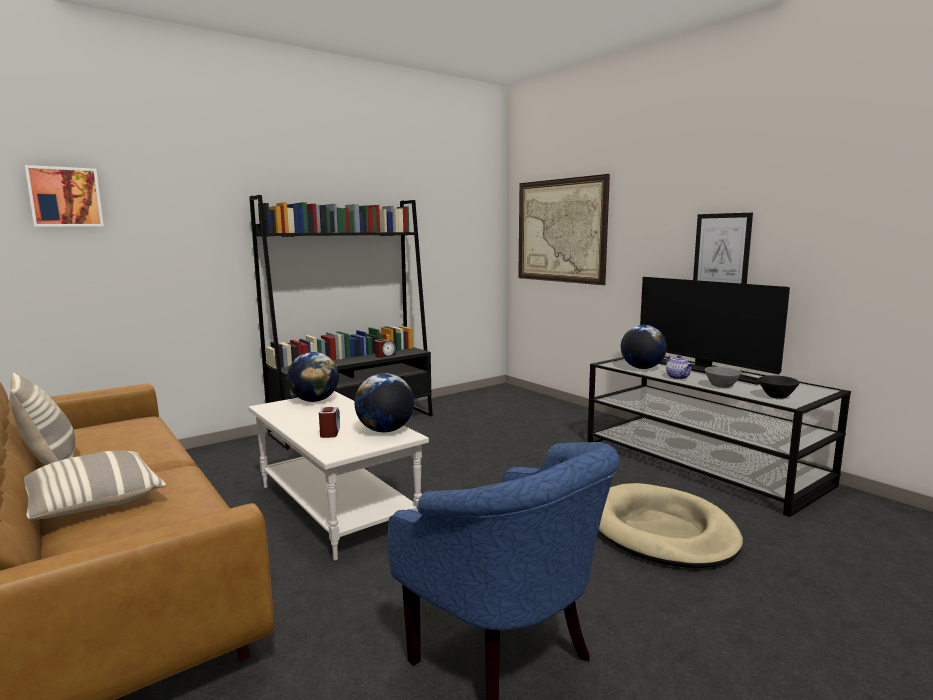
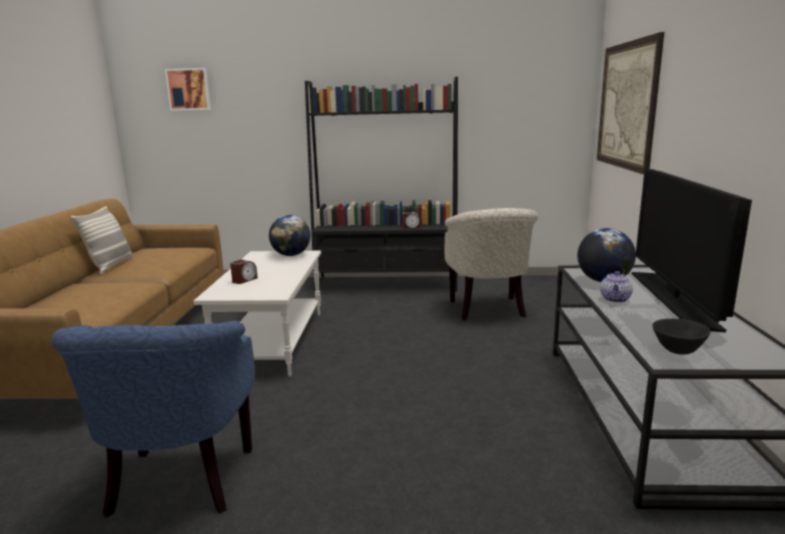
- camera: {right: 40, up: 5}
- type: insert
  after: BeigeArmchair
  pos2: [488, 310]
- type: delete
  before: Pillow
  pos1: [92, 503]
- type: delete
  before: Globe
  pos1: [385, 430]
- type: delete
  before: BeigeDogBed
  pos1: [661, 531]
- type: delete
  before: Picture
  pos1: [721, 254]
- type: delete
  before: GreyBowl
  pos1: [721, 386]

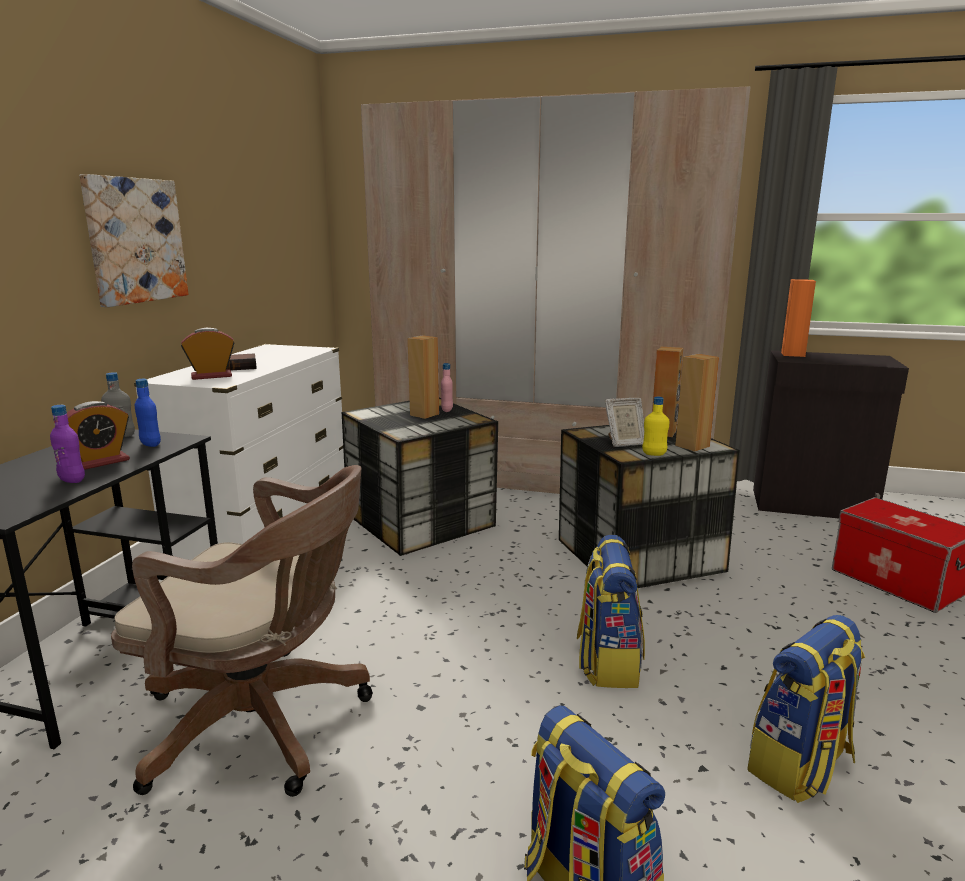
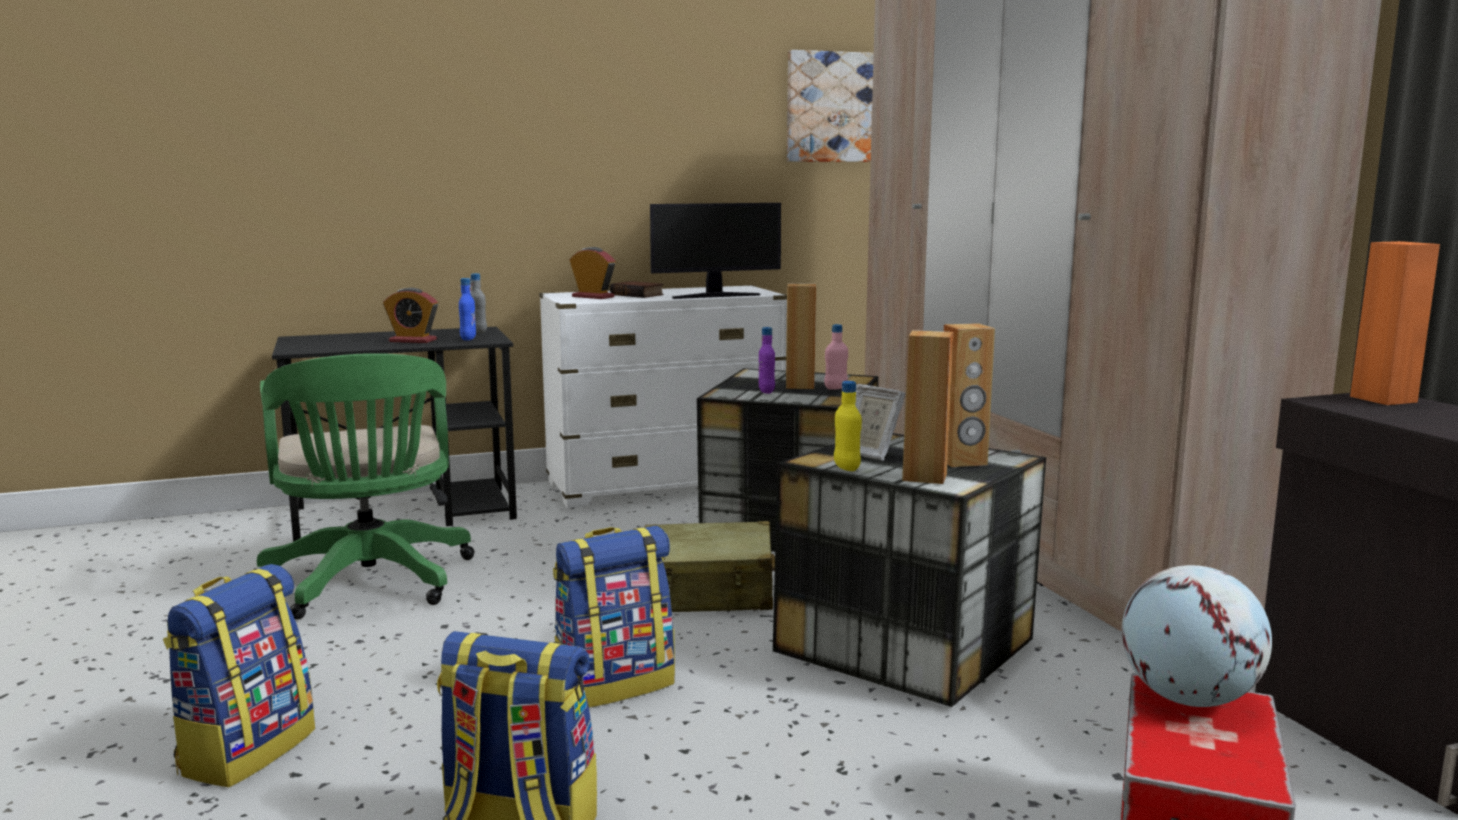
- camera: {right: 55, up: -5}
- type: recolor
  before: BrownOfficeChair
  after: GreenOfficeChair
  pos1: [265, 724]
  pos2: [370, 584]
- type: insert
  after: BeigeSuitcase
  pos2: [707, 592]
- type: insert
  after: Monitor
  pos2: [715, 296]
- type: move
  before: PurpleBottle
  pos1: [72, 480]
  pos2: [766, 391]
- type: move
  before: Picture
  pos1: [135, 240]
  pos2: [835, 107]
- type: insert
  after: Globe
  pos2: [1189, 699]

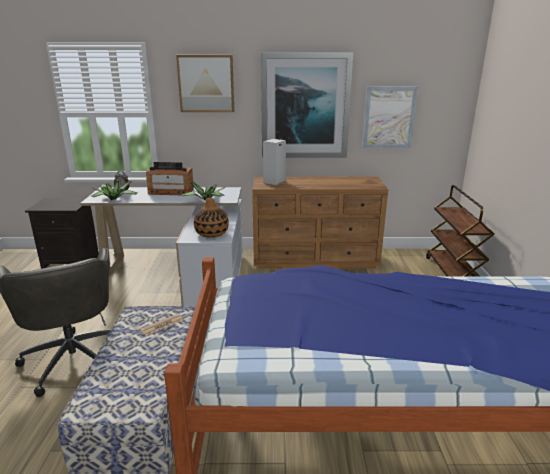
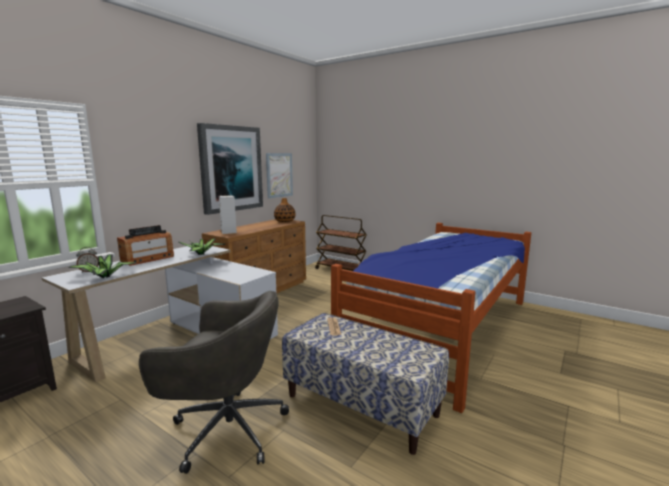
- camera: {right: -55, up: -10}
- type: move
  before: Vase
  pos1: [211, 233]
  pos2: [285, 221]
- type: delete
  before: Picture
  pos1: [206, 84]

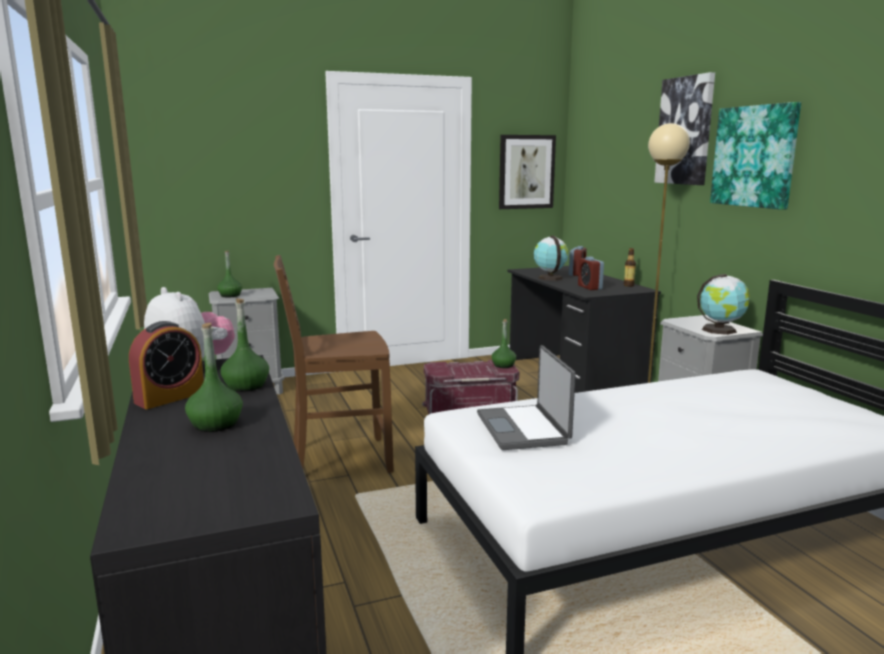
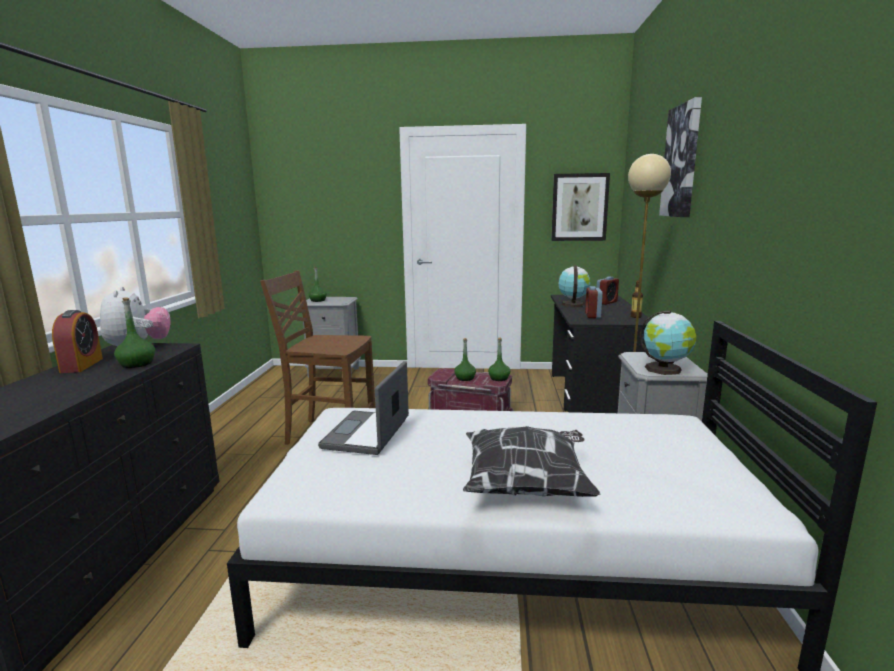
- camera: {right: 25, up: 0}
- type: rotate
  before: AlarmClock
  pos1: [170, 397]
  pos2: [82, 365]
  turn: -75
- type: move
  before: GreenBottle
  pos1: [216, 424]
  pos2: [465, 378]
- type: insert
  after: Pillow
  pos2: [527, 485]
- type: delete
  before: Picture
  pos1: [754, 156]

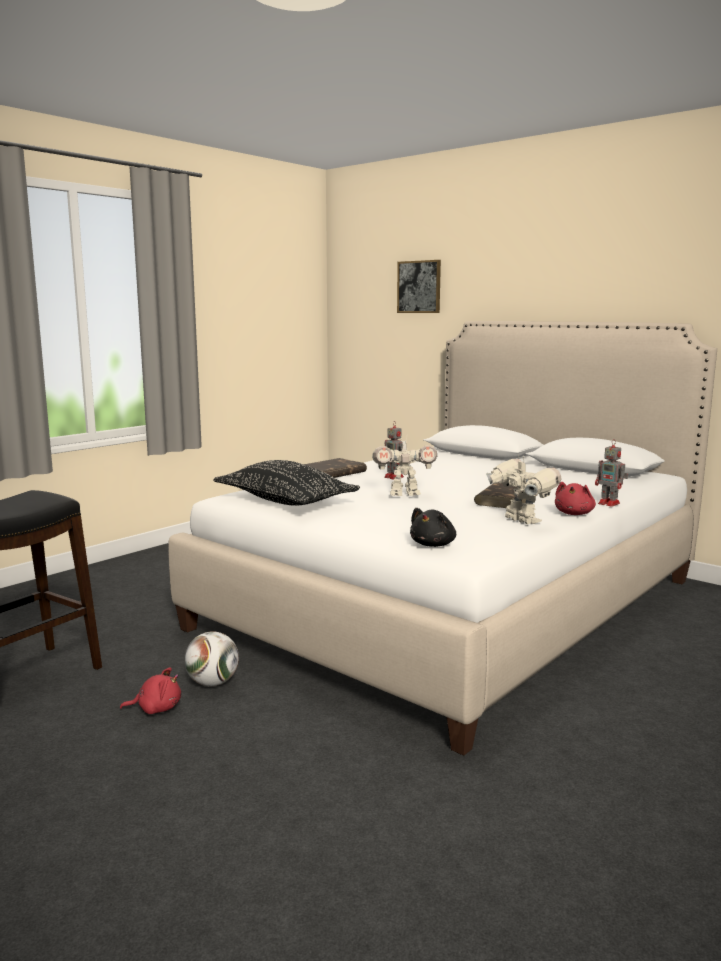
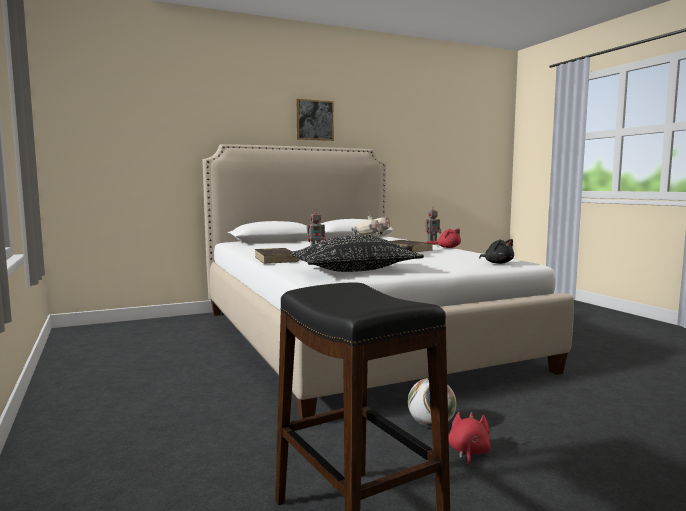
- camera: {right: -65, up: -5}
- type: move
  before: Picture
  pos1: [419, 287]
  pos2: [315, 120]
- type: delete
  before: ToyRobot
  pos1: [520, 521]

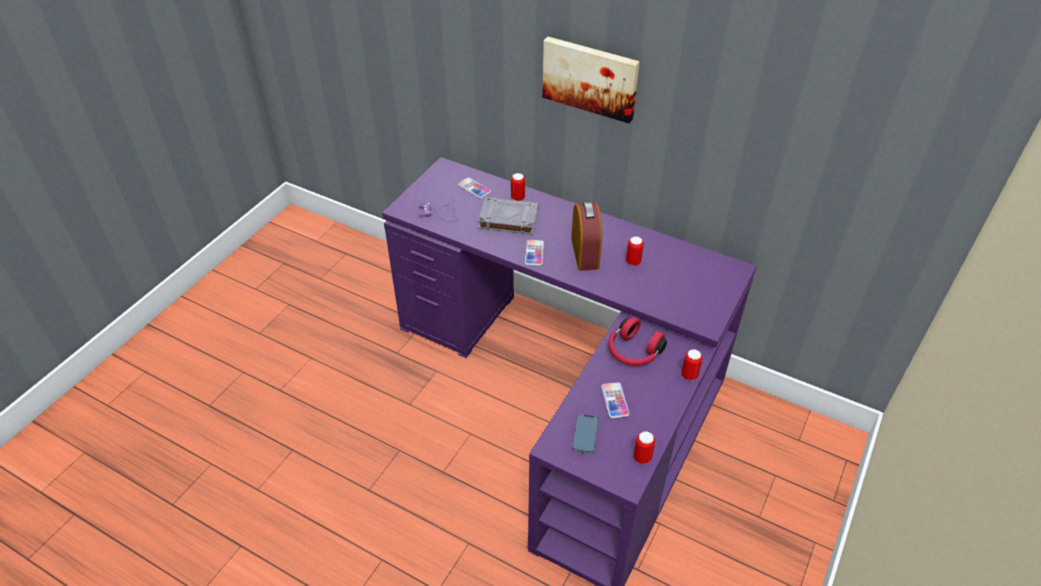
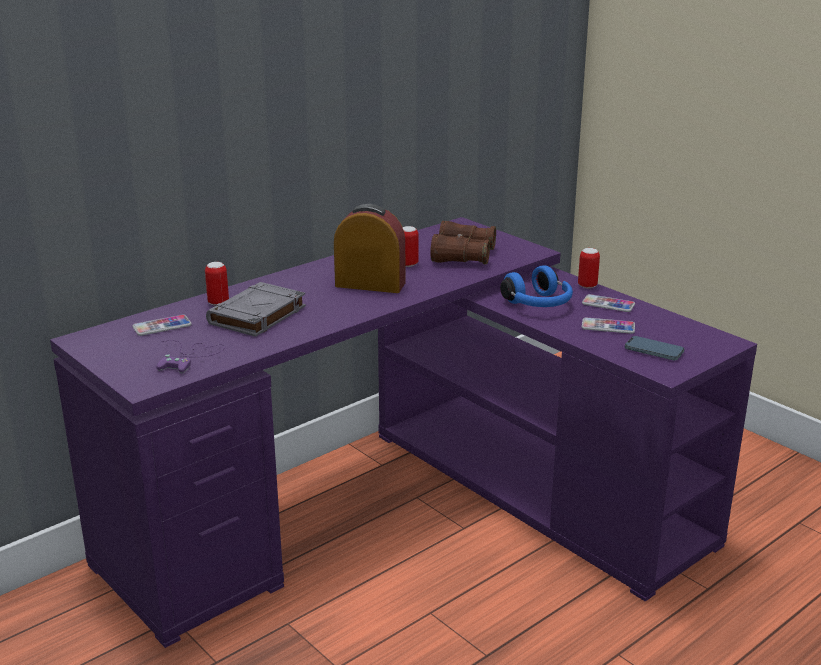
- camera: {right: -70, up: -20}
- type: insert
  after: BrownBinoculars
  pos2: [463, 256]
- type: recolor
  before: RedHeadphones
  after: BlueHeadphones
  pos1: [633, 352]
  pos2: [539, 304]
- type: move
  before: Phone
  pos1: [534, 253]
  pos2: [608, 304]
- type: delete
  before: Picture
  pos1: [590, 78]
- type: delete
  before: Can
  pos1: [642, 457]

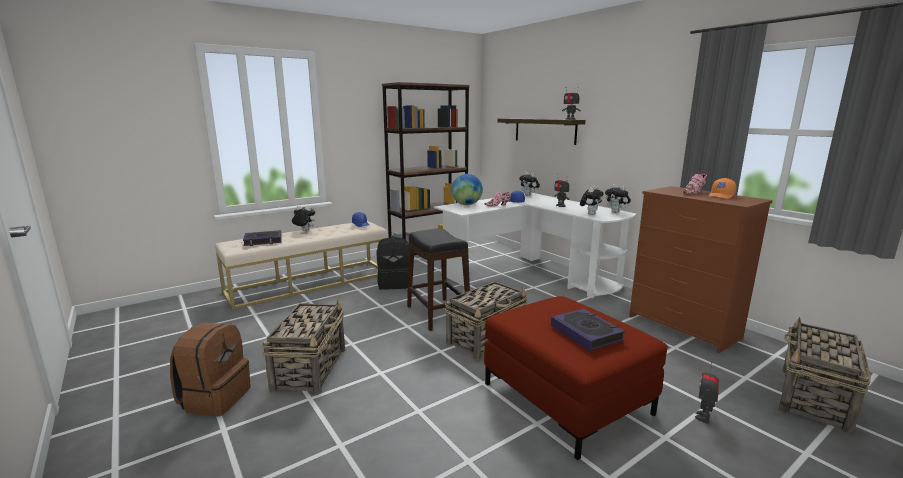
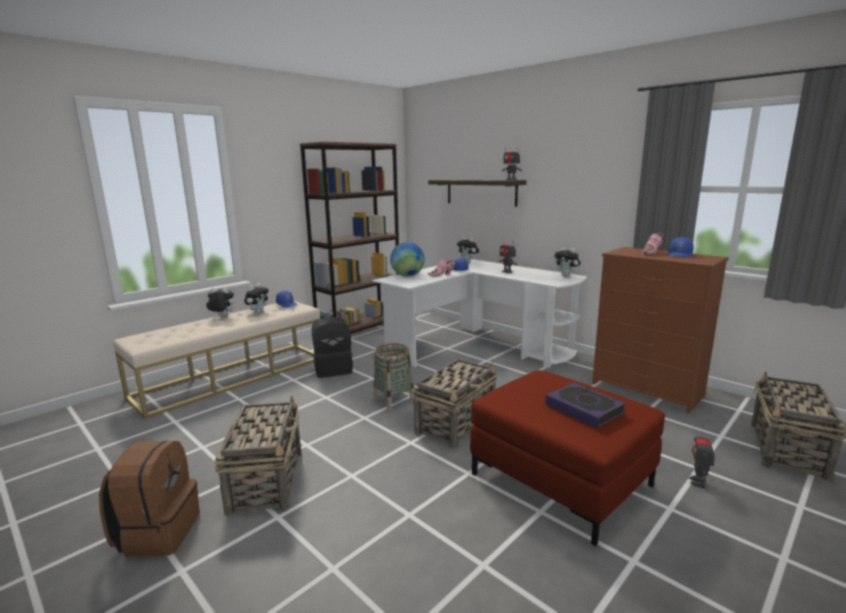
- camera: {right: -10, up: 0}
- type: move
  before: PlushToy
  pos1: [590, 214]
  pos2: [258, 312]
- type: replace
  before: BlackStool
  after: Basket
  pos1: [437, 314]
  pos2: [393, 400]
- type: recolor
  before: OrangeCap
  after: BlueCap
  pos1: [721, 196]
  pos2: [680, 255]
- type: delete
  before: Book
  pos1: [263, 241]

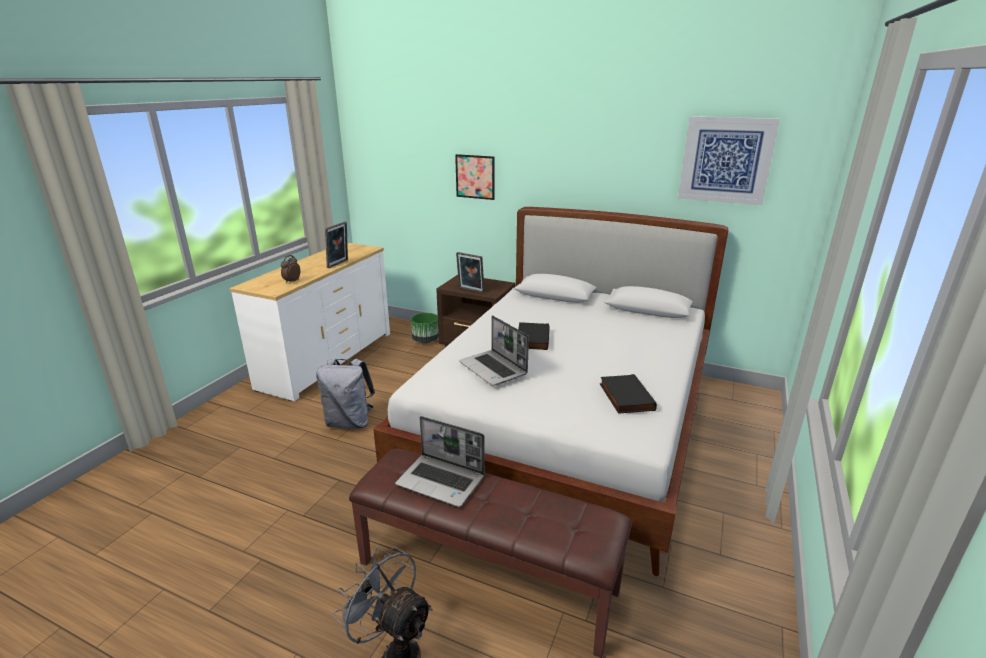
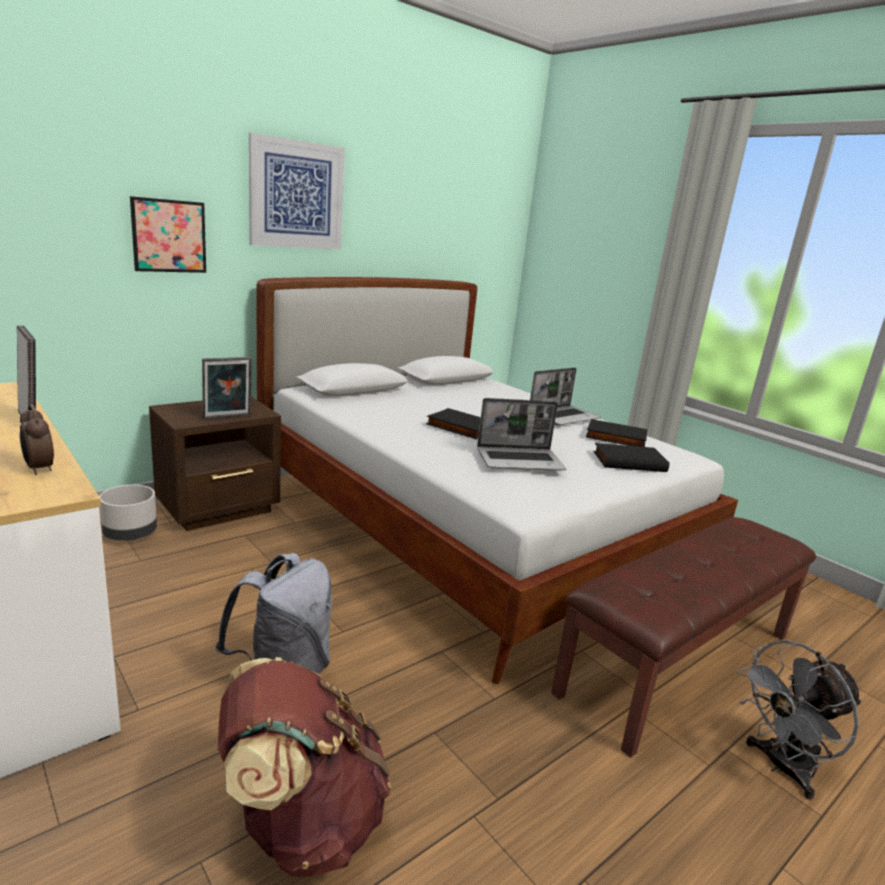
- camera: {right: -65, up: -5}
- type: recolor
  before: GreenPlanter
  after: GreyPlanter
  pos1: [425, 340]
  pos2: [130, 535]
- type: insert
  after: BrownBackpack
  pos2: [301, 821]
- type: move
  before: Picture
  pos1: [726, 160]
  pos2: [296, 195]
- type: move
  before: Laptop
  pos1: [442, 481]
  pos2: [564, 417]
- type: insert
  after: BlackBook
  pos2: [629, 461]

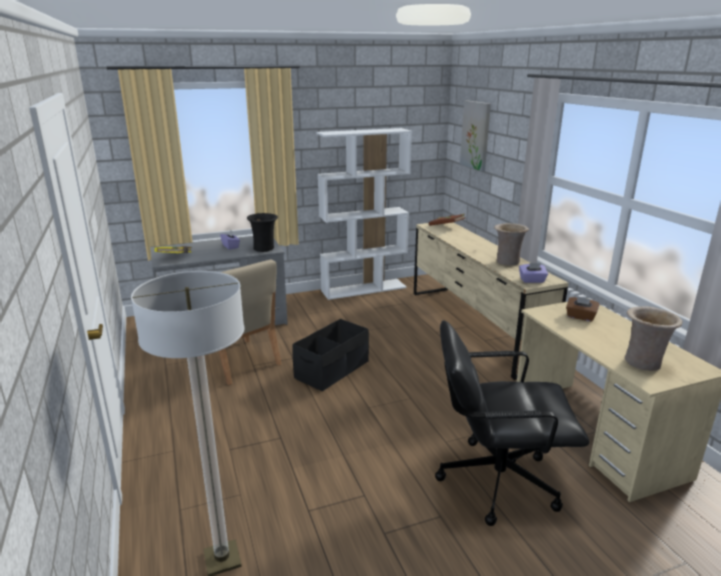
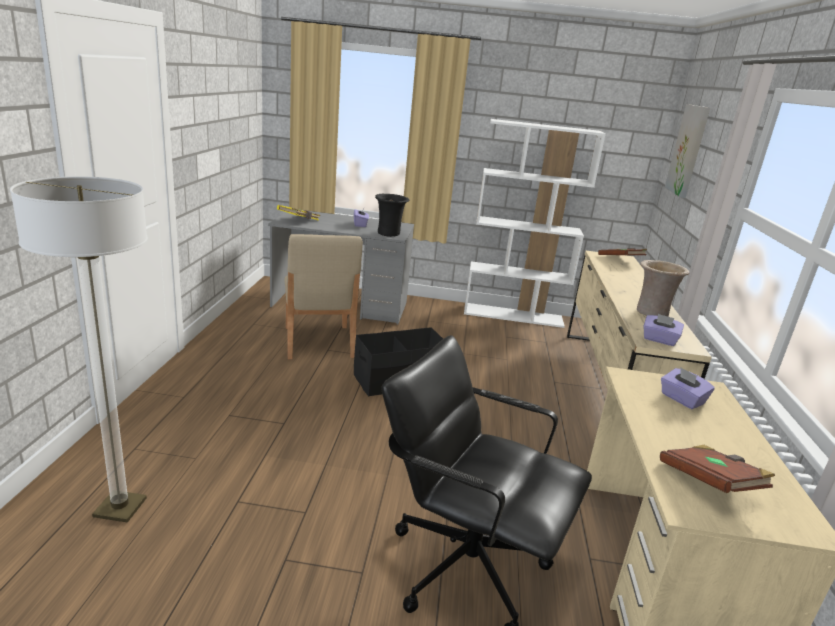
- camera: {right: 25, up: 0}
- type: replace
  before: BeigeVase
  after: BrownBook
  pos1: [643, 362]
  pos2: [709, 483]
- type: recolor
  before: BrownTissueBox
  after: PurpleTissueBox
  pos1: [580, 317]
  pos2: [681, 399]

